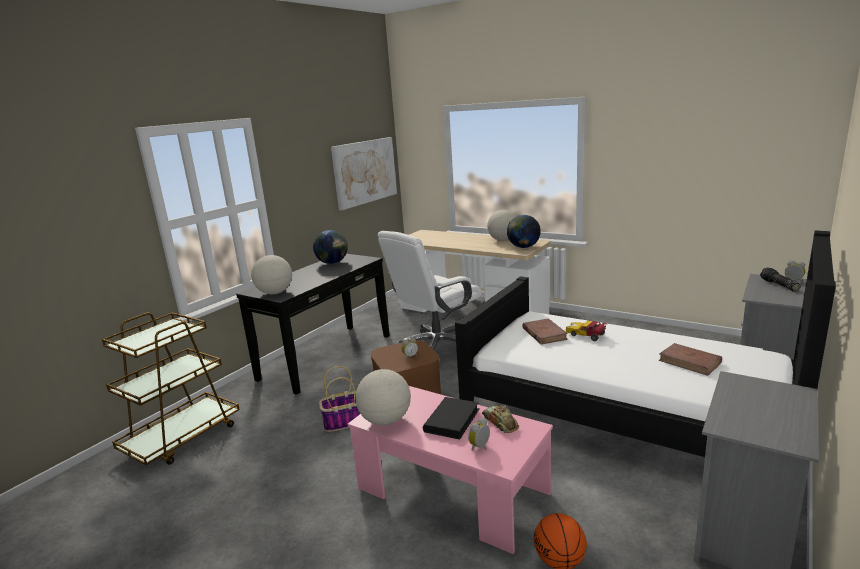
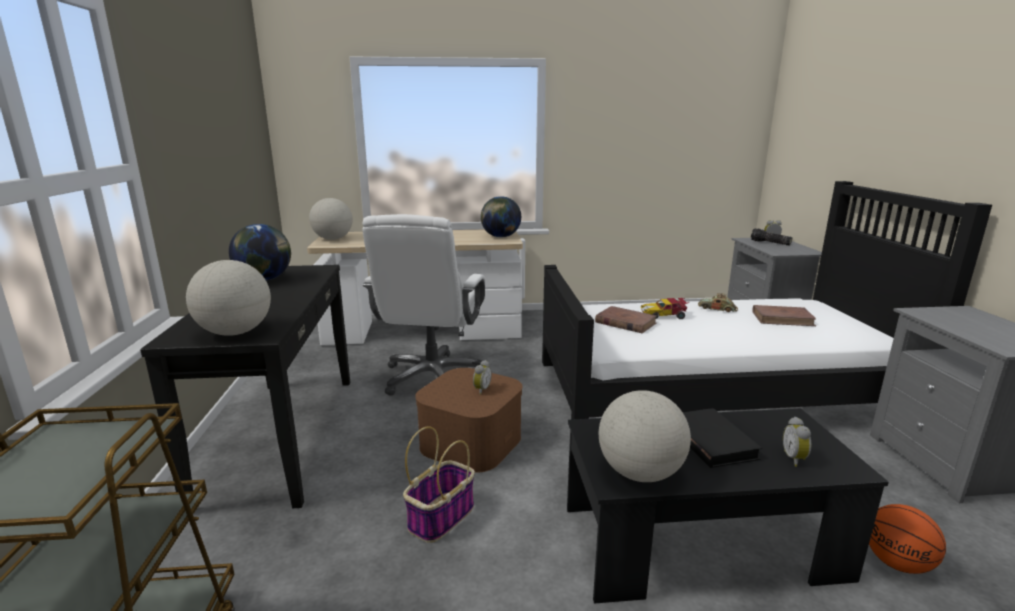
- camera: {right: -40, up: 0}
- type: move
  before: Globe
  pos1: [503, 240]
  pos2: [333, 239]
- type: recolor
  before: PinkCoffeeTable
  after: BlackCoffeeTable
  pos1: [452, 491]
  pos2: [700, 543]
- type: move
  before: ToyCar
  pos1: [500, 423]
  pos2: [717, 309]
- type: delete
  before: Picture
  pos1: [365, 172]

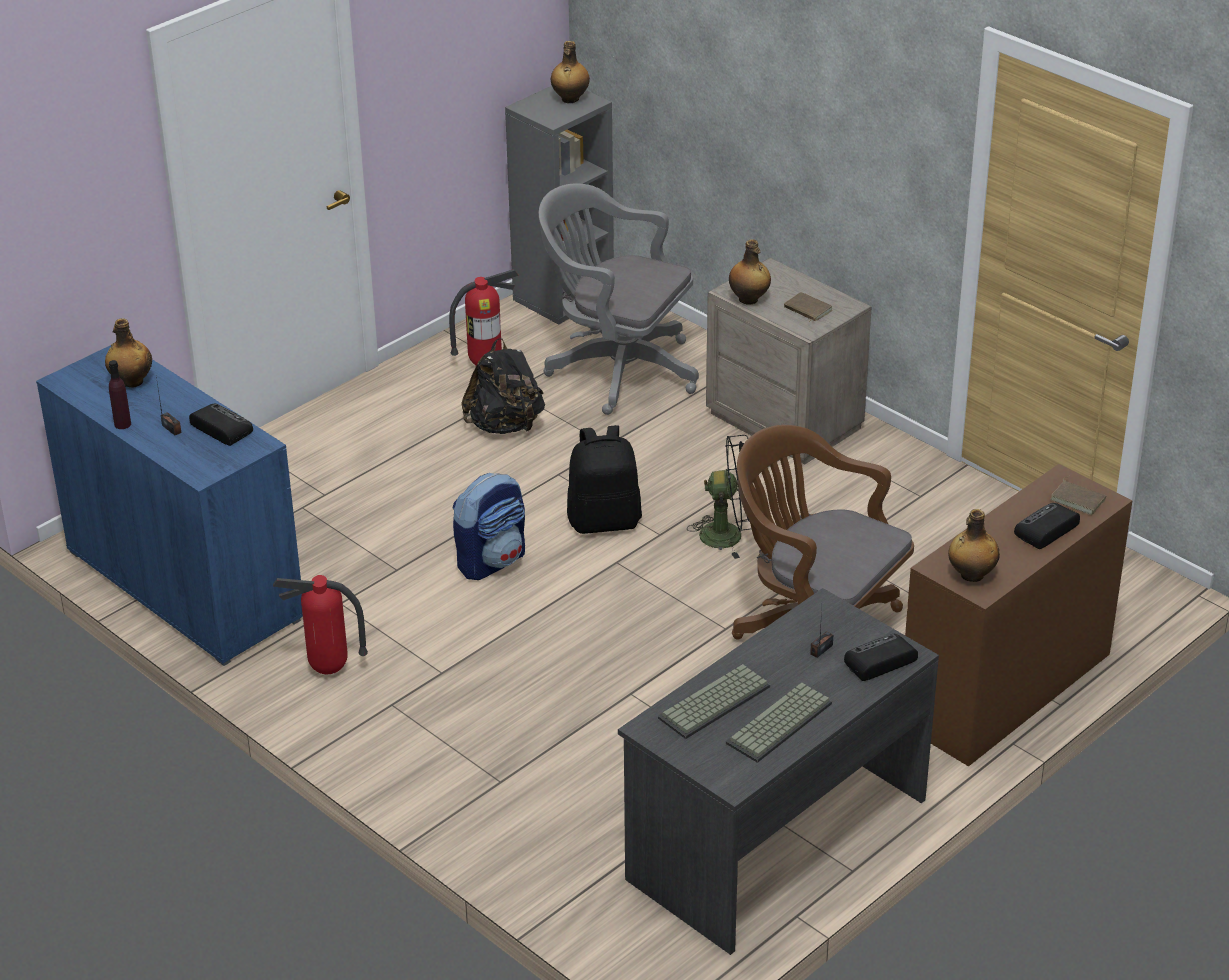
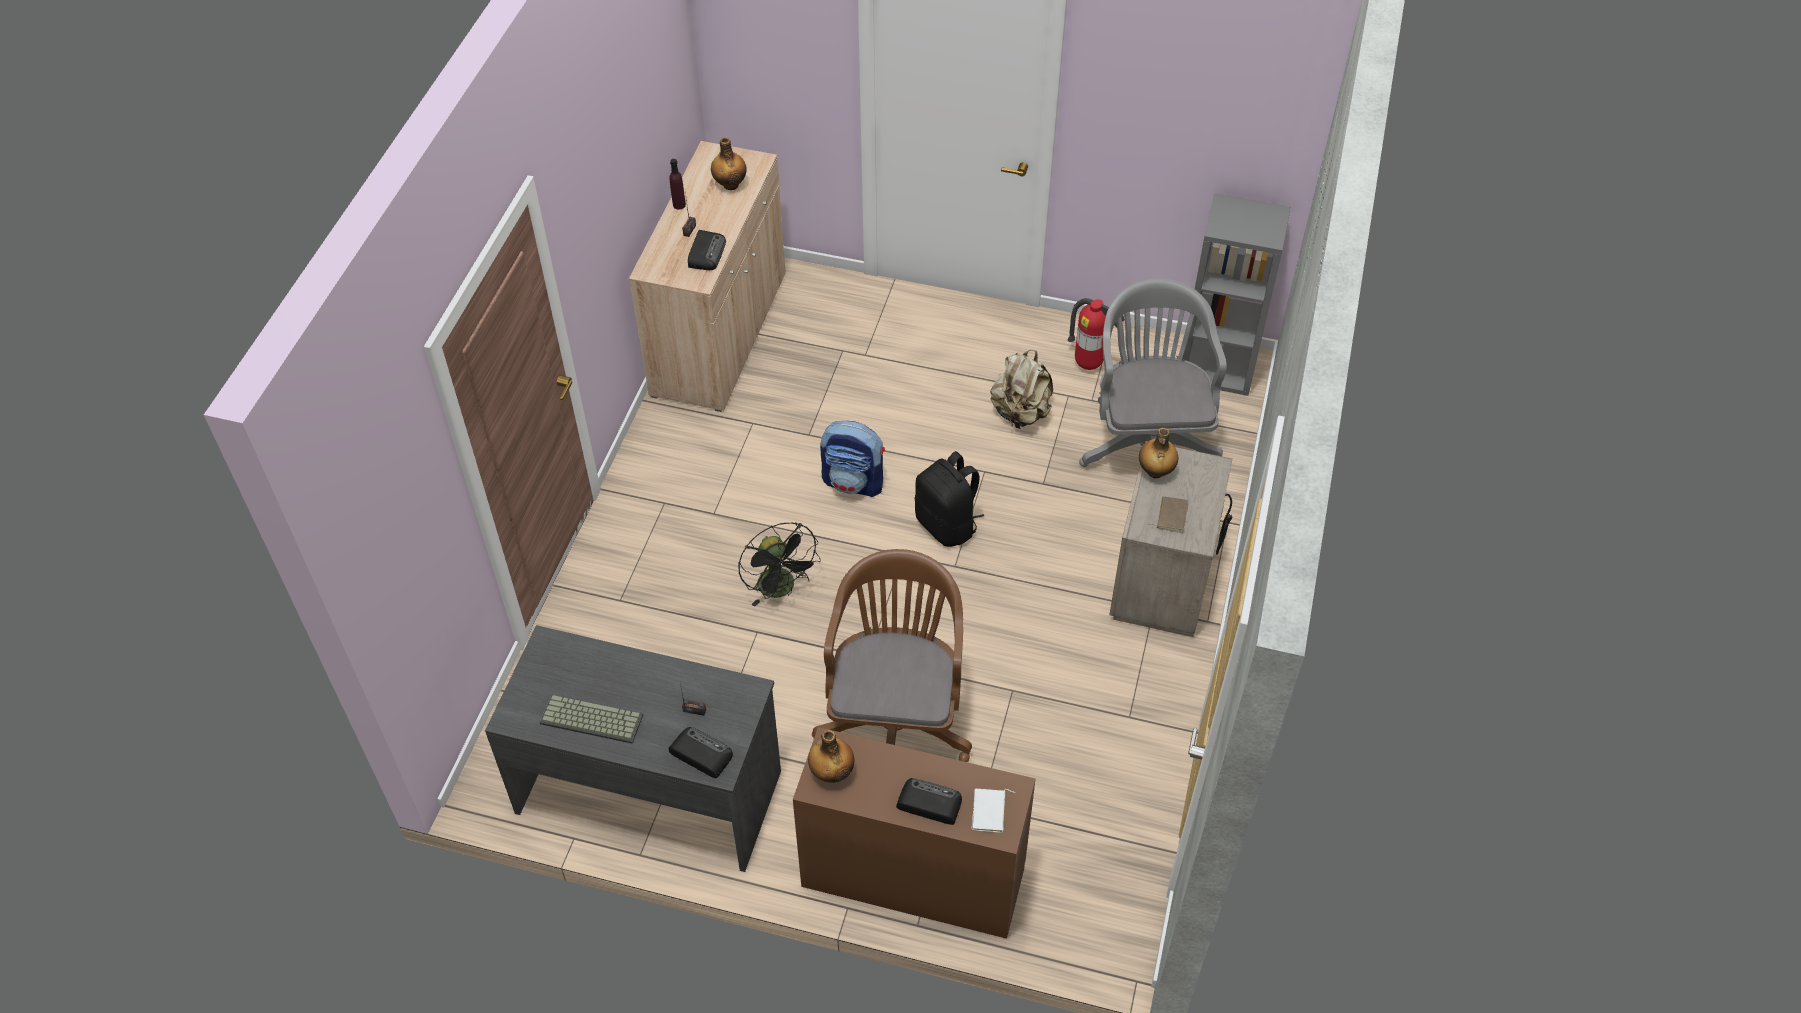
- camera: {right: 60, up: 15}
- type: recolor
  before: BlueCabinet
  after: BeigeCabinet
  pos1: [184, 584]
  pos2: [720, 335]
- type: move
  before: BlackFan
  pos1: [730, 535]
  pos2: [781, 589]
- type: recolor
  before: BrownBook
  after: WhiteBook
  pos1: [1078, 499]
  pos2: [990, 812]
- type: recolor
  before: BlackBackpack
  after: BeigeBackpack
  pos1: [505, 425]
  pos2: [1021, 413]
- type: delete
  before: FireExtinguisher
  pos1: [328, 670]
- type: delete
  before: Bottle
  pos1: [570, 99]
- type: delete
  before: Keyboard
  pos1: [714, 704]

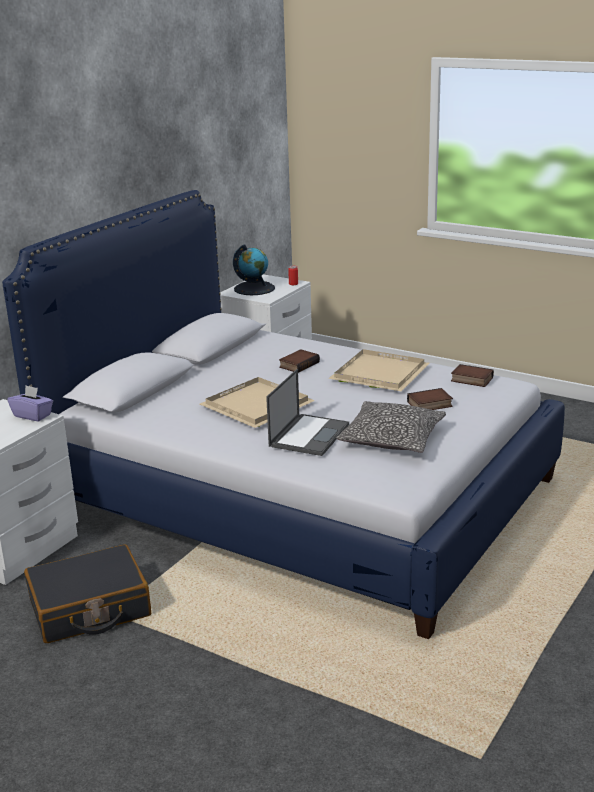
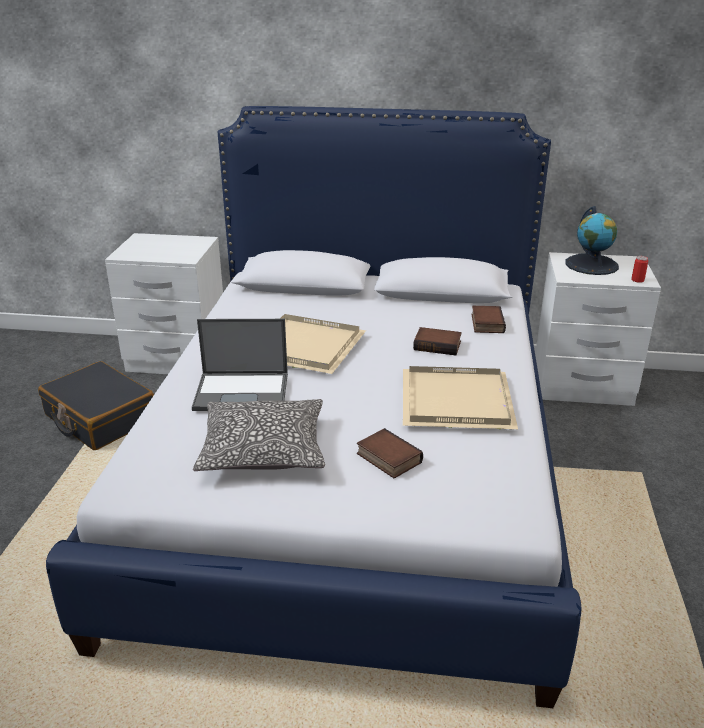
- camera: {right: 65, up: 5}
- type: move
  before: Book
  pos1: [471, 380]
  pos2: [486, 323]
- type: delete
  before: PurpleTissueBox
  pos1: [33, 415]

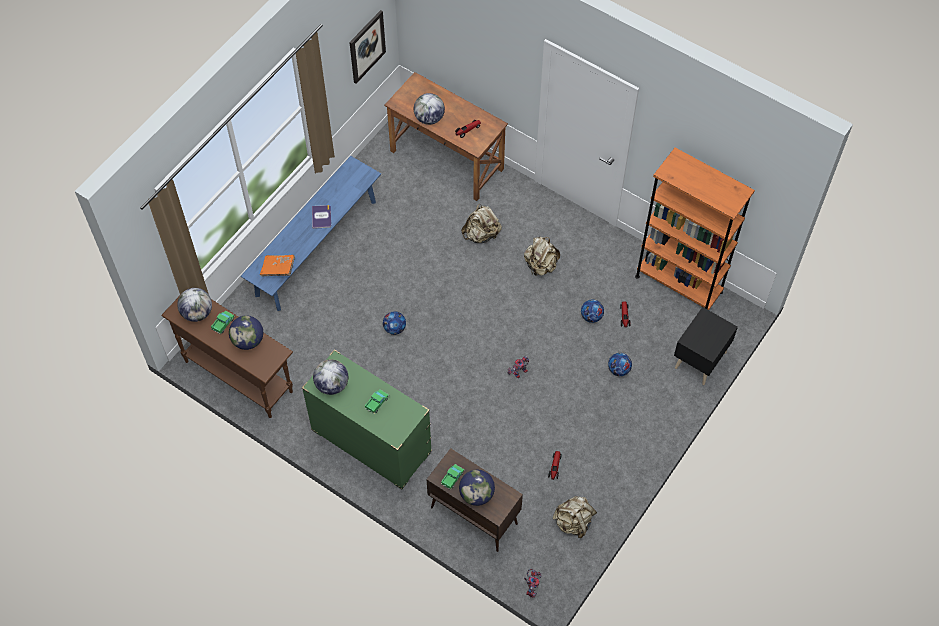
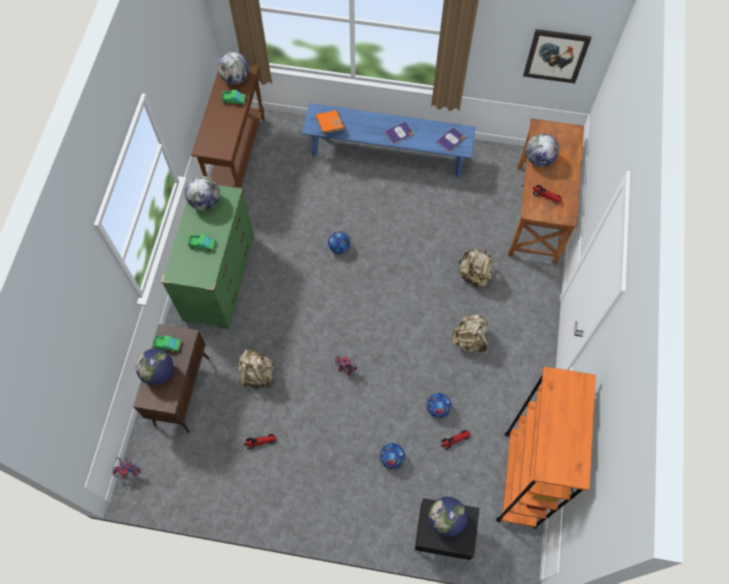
- camera: {right: 65, up: 5}
- type: move
  before: BeigeBackpack
  pos1: [573, 522]
  pos2: [257, 374]
- type: move
  before: Globe
  pos1: [248, 340]
  pos2: [446, 519]
- type: insert
  after: Book
  pos2: [450, 140]

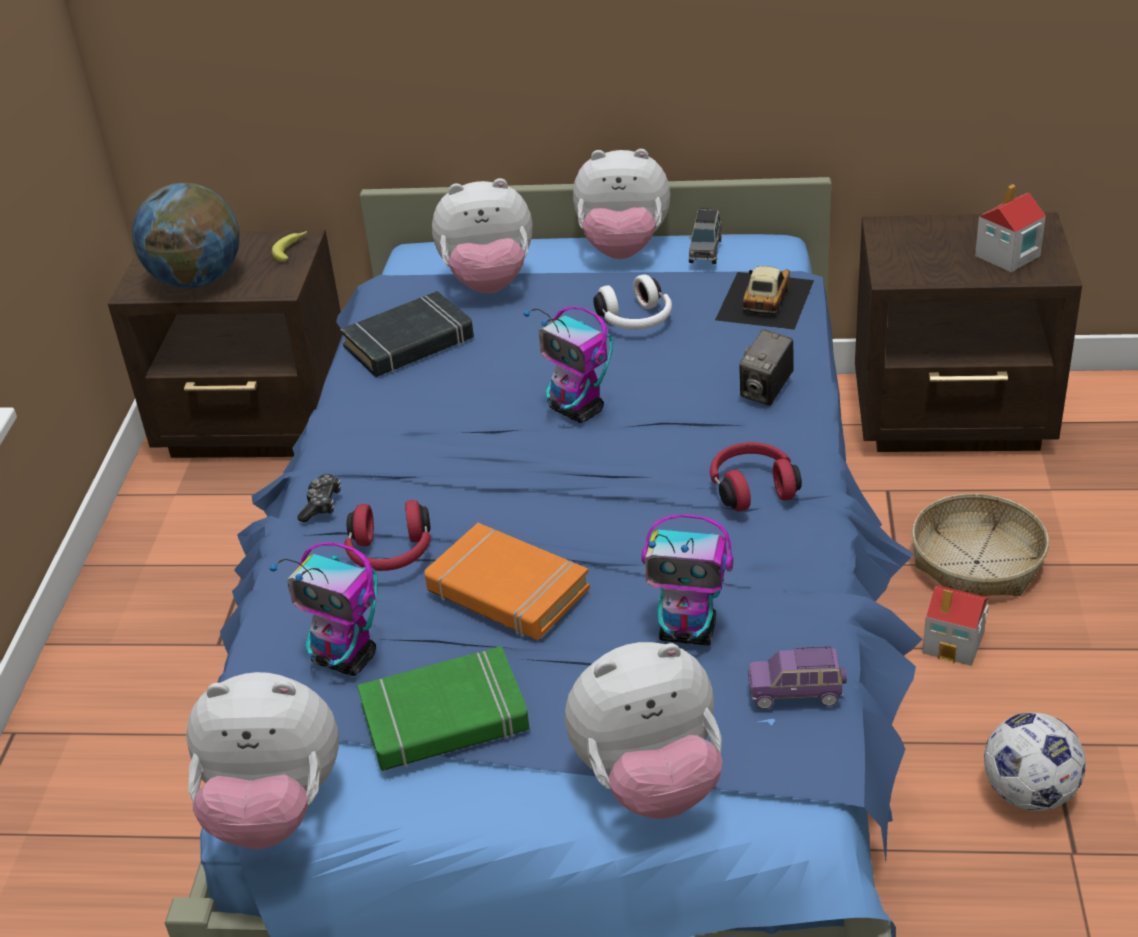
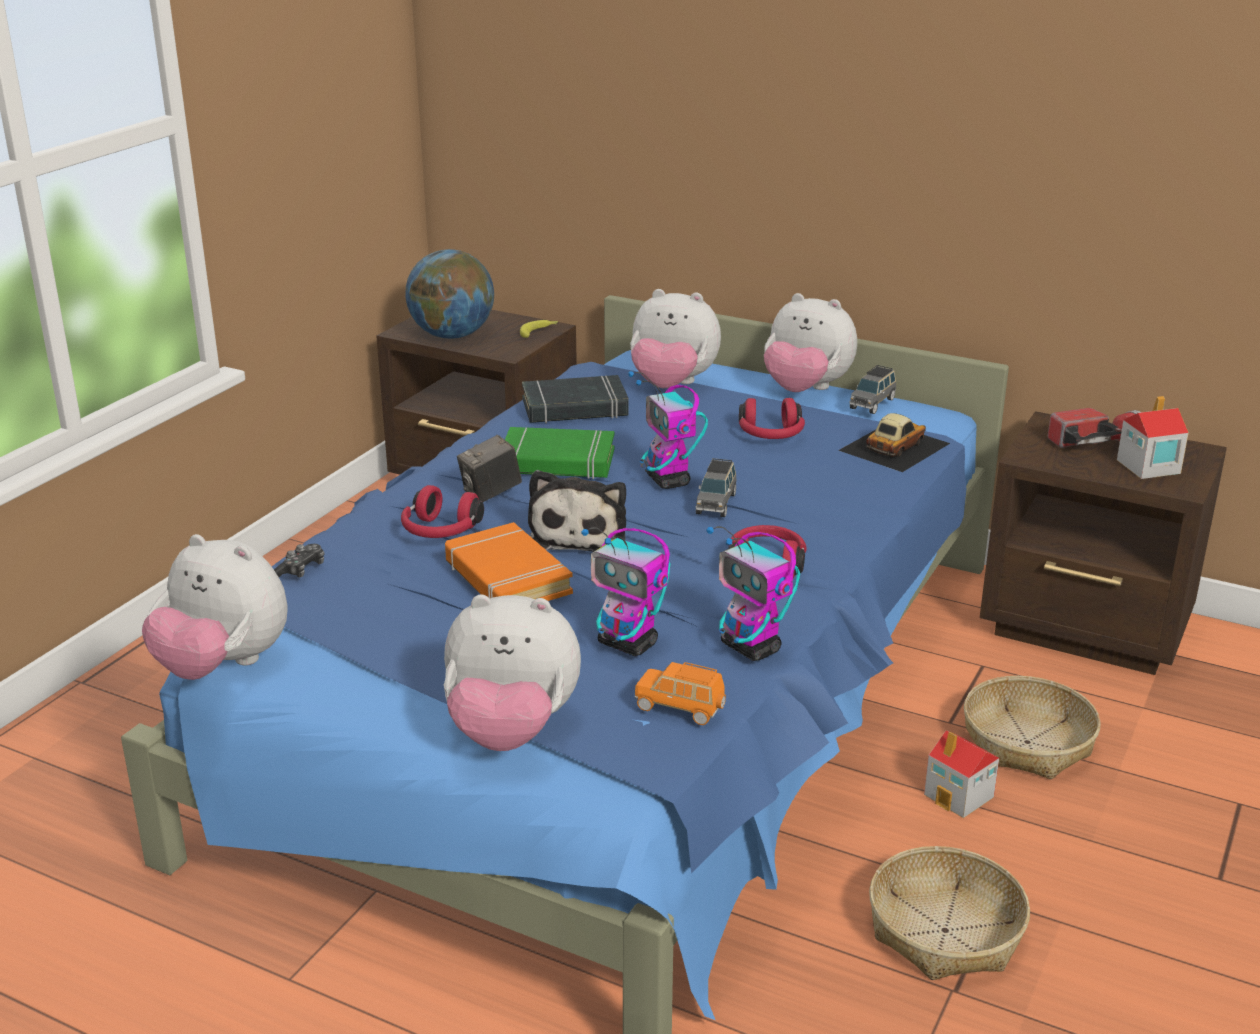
- camera: {right: 20, up: -10}
- type: move
  before: GameController
  pos1: [321, 505]
  pos2: [301, 570]
- type: move
  before: PhotoCamera
  pos1: [766, 391]
  pos2: [490, 493]
- type: move
  before: GreenBook
  pos1: [445, 718]
  pos2: [557, 462]
- type: insert
  after: PlushToy
  pos2: [580, 534]
- type: recolor
  before: PurpleToyCar
  after: OrangeToyCar
  pos1: [796, 693]
  pos2: [680, 708]
- type: insert
  after: GreyToyCar
  pos2: [716, 503]
- type: move
  before: ToyRobot
  pos1: [346, 659]
  pos2: [751, 648]
- type: recolor
  before: WhiteHeadphones
  after: RedHeadphones
  pos1: [636, 321]
  pos2: [771, 436]
- type: replace
  before: Football
  after: Basket
  pos1: [1029, 794]
  pos2: [945, 931]
- type: insert
  after: Flashlight
  pos2: [1095, 443]

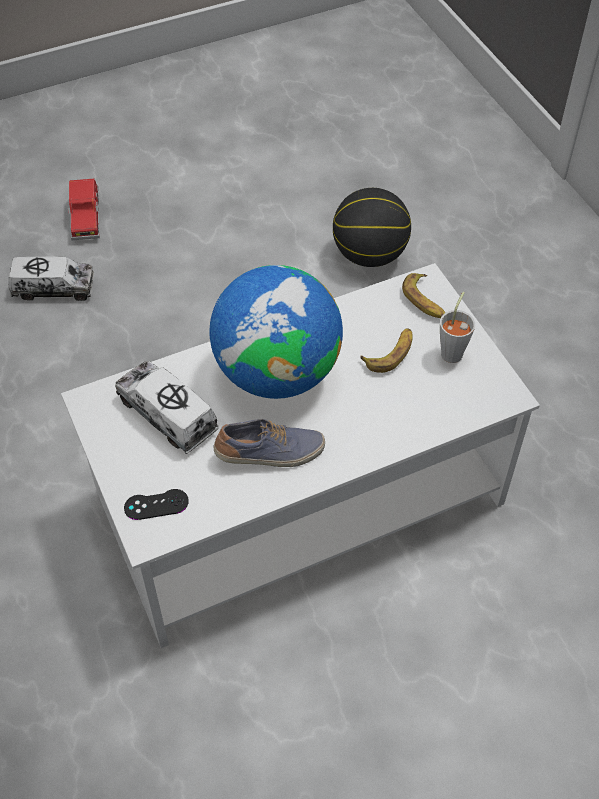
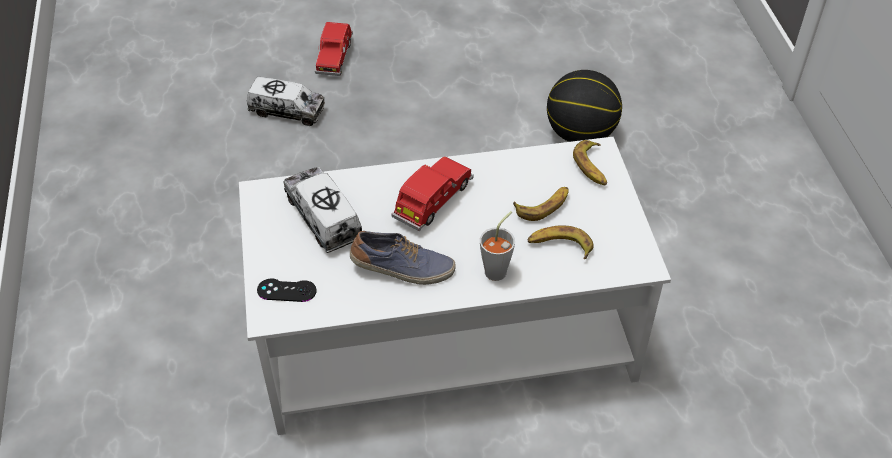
- camera: {right: 15, up: -5}
- type: replace
  before: Globe
  after: RedToyCar
  pos1: [276, 373]
  pos2: [433, 202]
- type: move
  before: GreyCup
  pos1: [453, 350]
  pos2: [499, 269]
- type: insert
  after: Banana
  pos2: [560, 246]

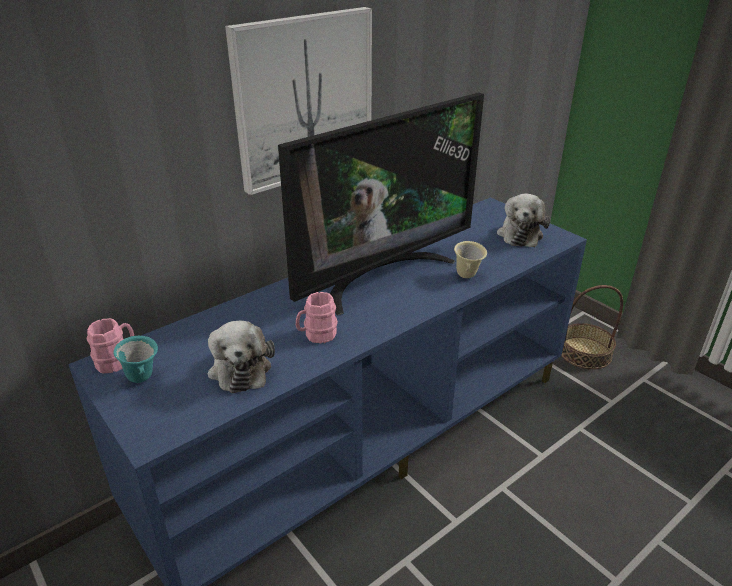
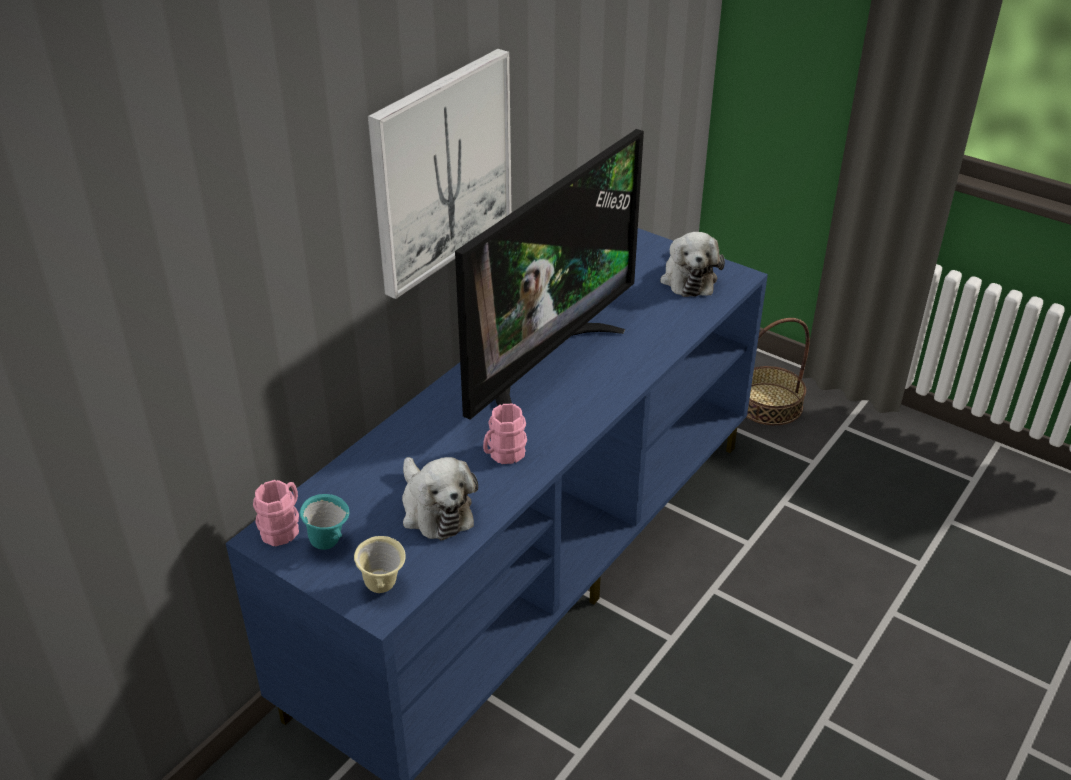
- camera: {right: -15, up: 5}
- type: move
  before: BeigeMug
  pos1: [467, 276]
  pos2: [383, 588]

